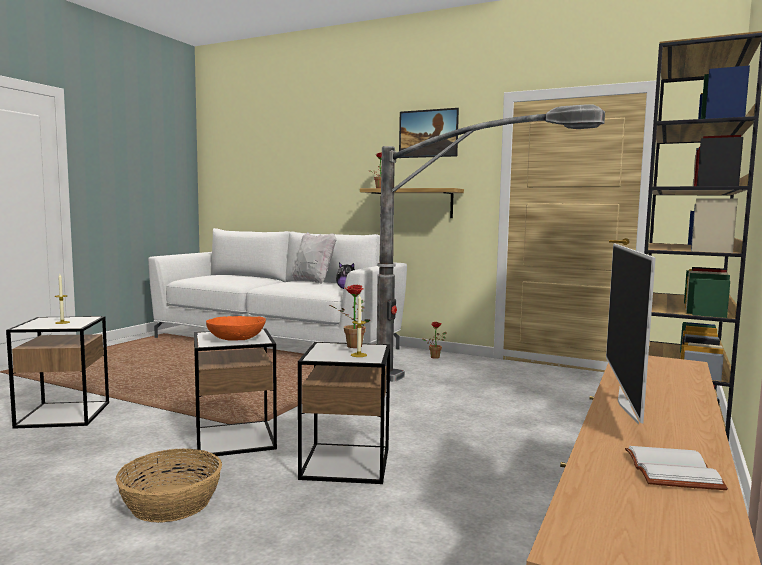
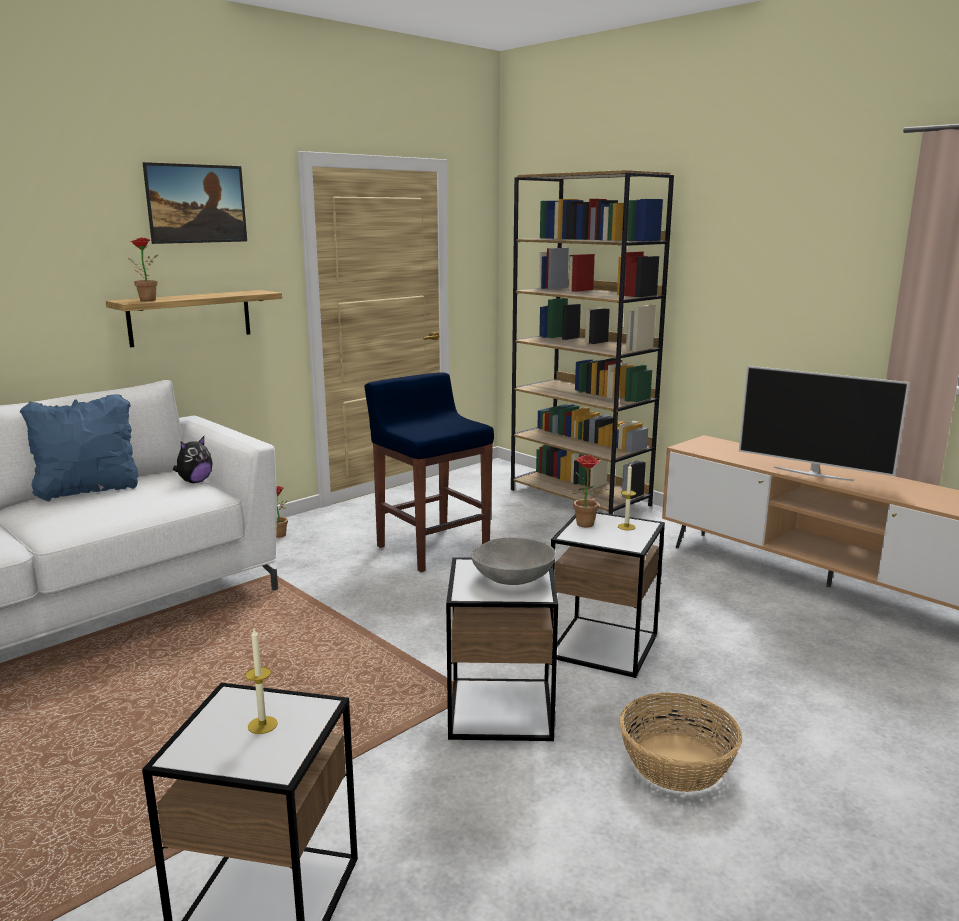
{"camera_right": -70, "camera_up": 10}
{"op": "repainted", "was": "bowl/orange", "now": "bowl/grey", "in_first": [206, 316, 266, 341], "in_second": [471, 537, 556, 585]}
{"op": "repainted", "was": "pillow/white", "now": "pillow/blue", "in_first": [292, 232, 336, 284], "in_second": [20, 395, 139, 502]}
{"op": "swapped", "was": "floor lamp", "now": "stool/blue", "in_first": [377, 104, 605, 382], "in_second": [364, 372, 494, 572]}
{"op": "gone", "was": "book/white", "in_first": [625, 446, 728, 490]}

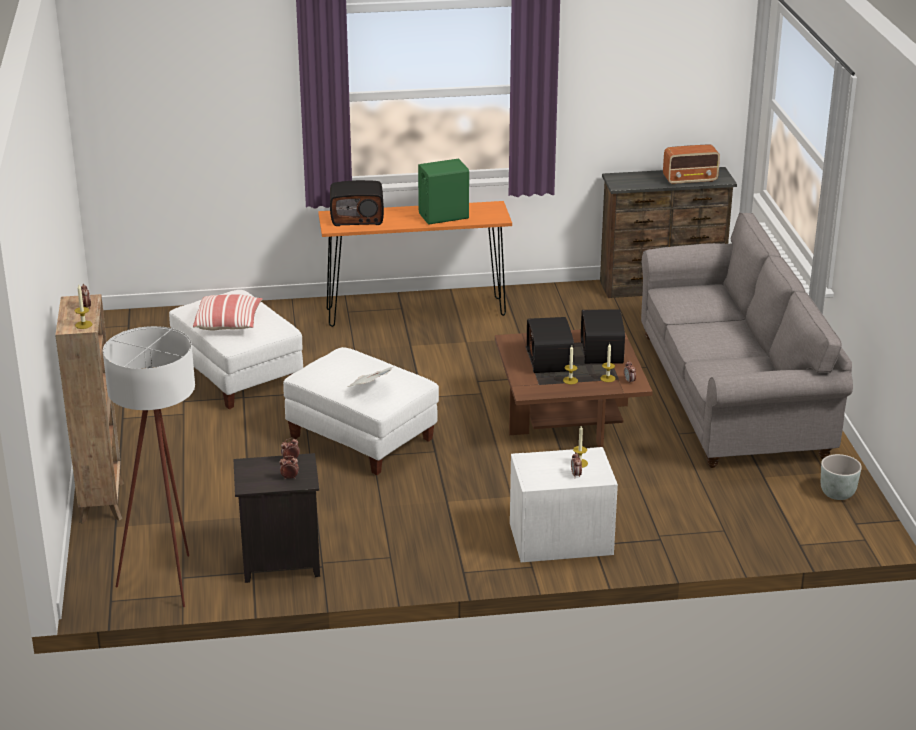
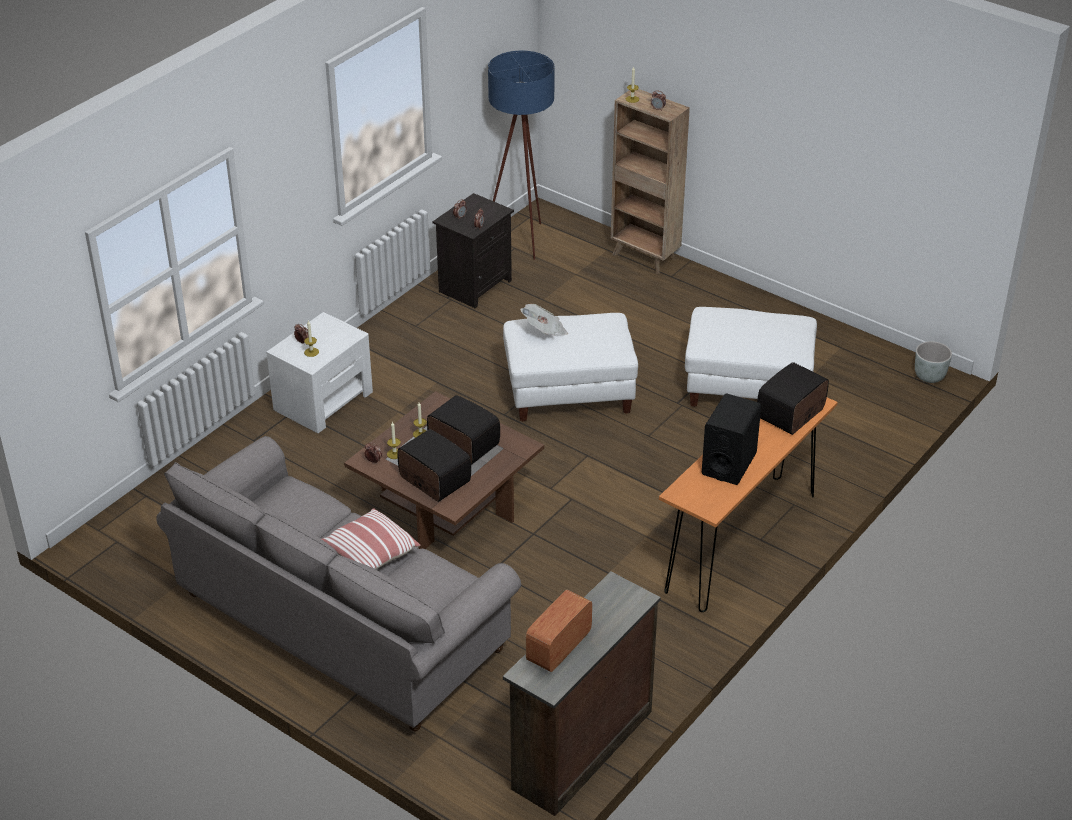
{"camera_right": 135, "camera_up": 10}
{"op": "repainted", "was": "floor lamp/white", "now": "floor lamp/blue", "in_first": [103, 326, 195, 607], "in_second": [488, 50, 555, 260]}
{"op": "shifted", "was": "pillow", "in_first": [193, 294, 263, 331], "in_second": [322, 508, 421, 569]}
{"op": "repainted", "was": "speaker/green", "now": "speaker/black", "in_first": [418, 158, 469, 225], "in_second": [702, 393, 761, 485]}
{"op": "shifted", "was": "planter/grey", "in_first": [821, 454, 862, 500], "in_second": [915, 341, 952, 383]}

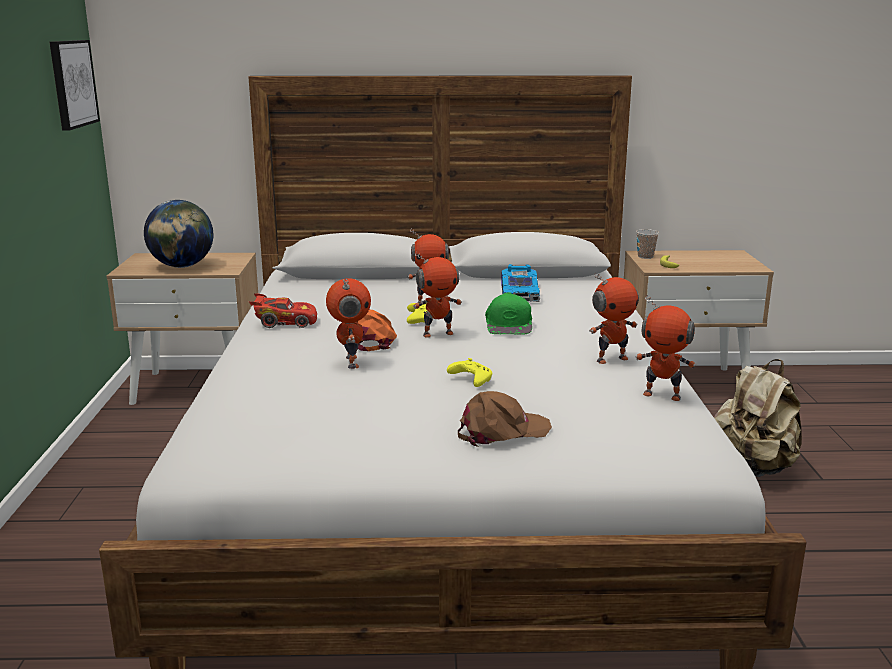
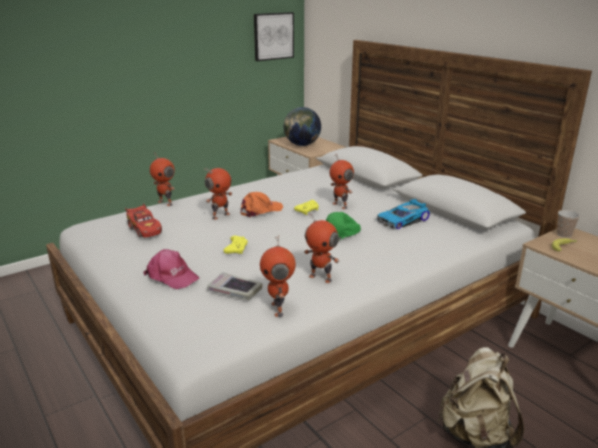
{"camera_right": 55, "camera_up": 5}
{"op": "shifted", "was": "toy car/red", "in_first": [249, 293, 317, 328], "in_second": [125, 204, 162, 238]}
{"op": "shifted", "was": "toy robot", "in_first": [413, 252, 462, 338], "in_second": [150, 153, 175, 206]}
{"op": "repainted", "was": "cap/brown", "now": "cap/pink", "in_first": [458, 391, 552, 447], "in_second": [144, 249, 199, 289]}
{"op": "new", "now": "book", "in_second": [207, 272, 262, 300]}

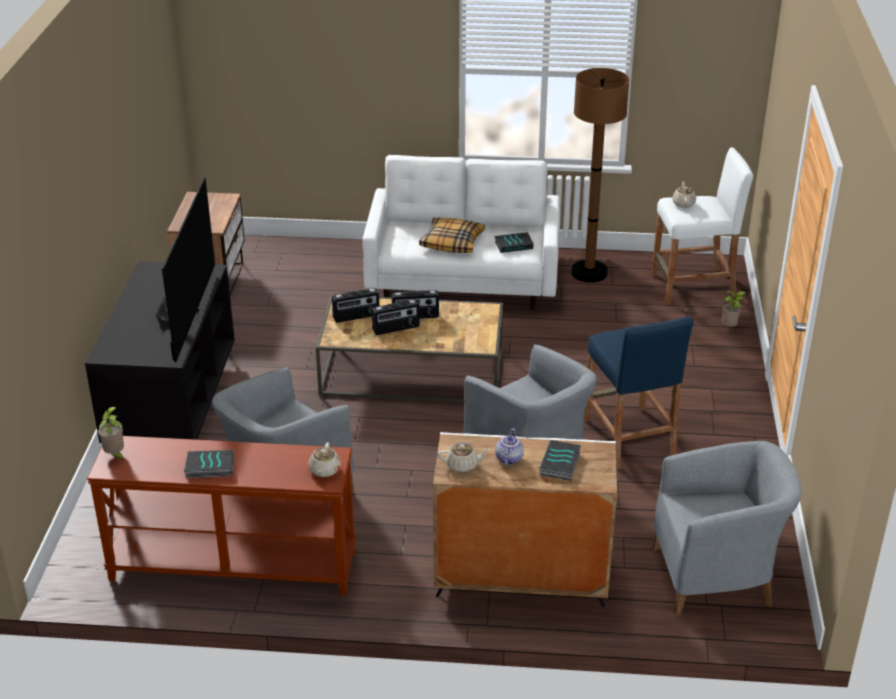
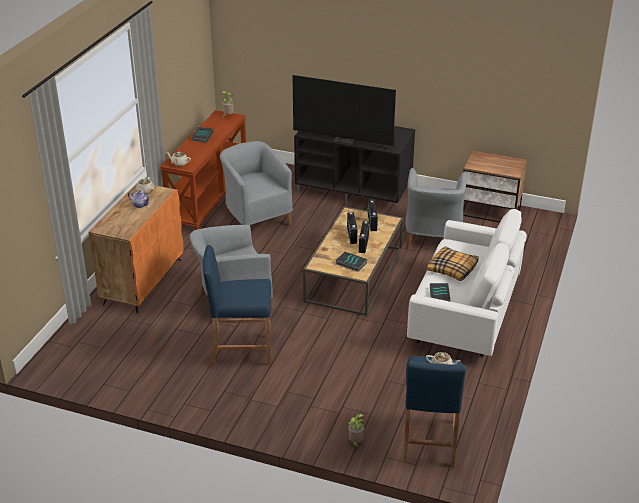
{"camera_right": 105, "camera_up": 0}
{"op": "repainted", "was": "cabinet/white", "now": "cabinet/orange", "in_first": [433, 432, 617, 607], "in_second": [89, 182, 184, 313]}
{"op": "shifted", "was": "book", "in_first": [539, 440, 581, 481], "in_second": [336, 252, 367, 272]}
{"op": "gone", "was": "floor lamp/brown", "in_first": [571, 68, 629, 282]}
{"op": "repainted", "was": "stool/white", "now": "stool/blue", "in_first": [651, 147, 753, 303], "in_second": [403, 356, 467, 468]}
{"op": "shifted", "was": "armchair/grey", "in_first": [653, 441, 802, 615], "in_second": [405, 168, 467, 249]}

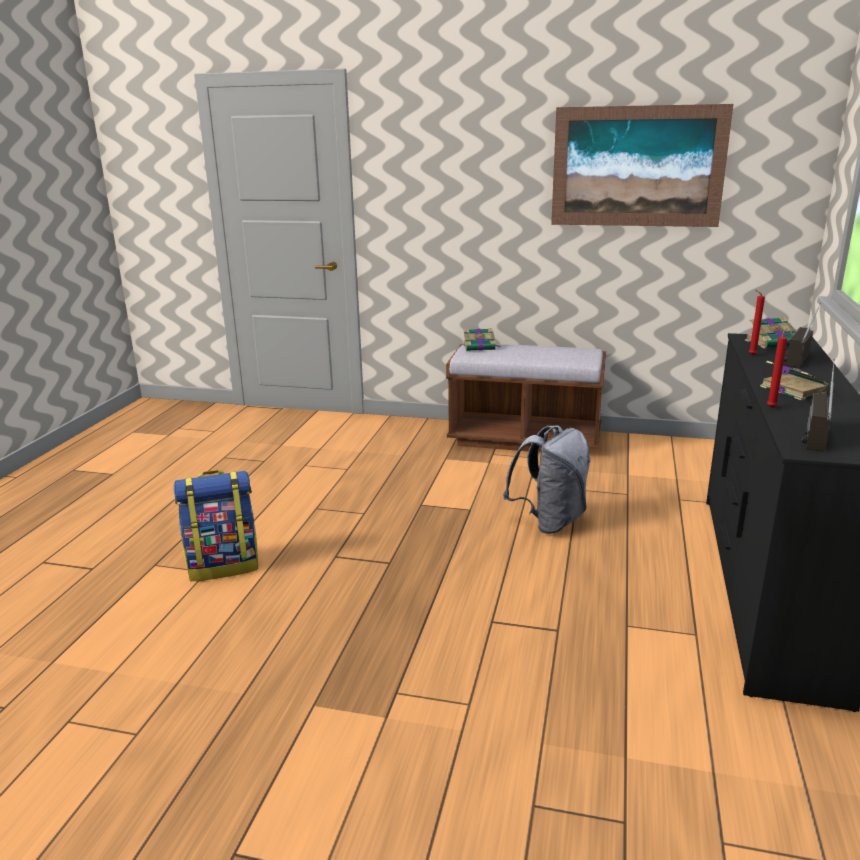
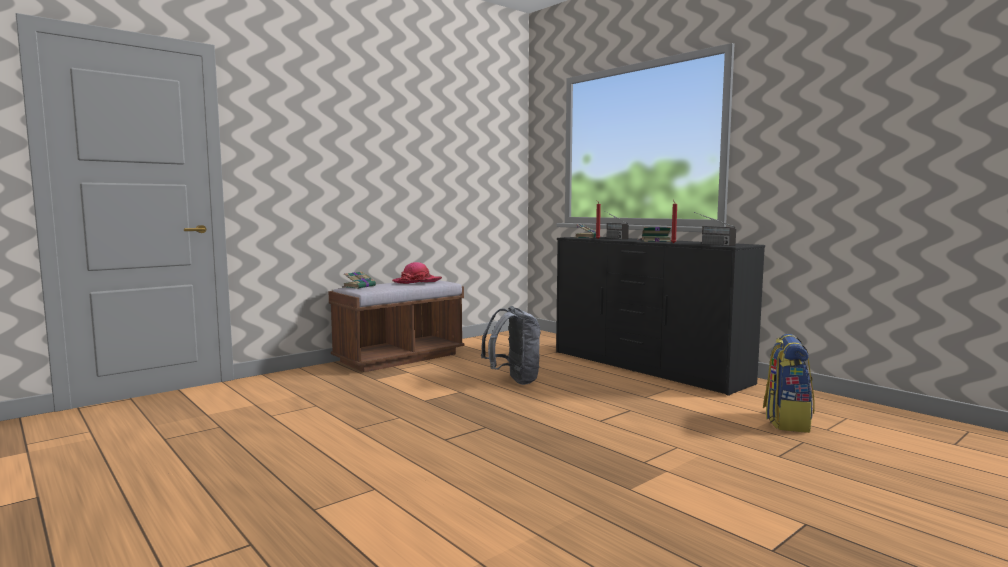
{"camera_right": -55, "camera_up": -15}
{"op": "shifted", "was": "backpack", "in_first": [173, 470, 258, 582], "in_second": [763, 334, 815, 433]}
{"op": "gone", "was": "picture", "in_first": [551, 104, 733, 227]}
{"op": "new", "now": "hat", "in_second": [392, 262, 442, 284]}

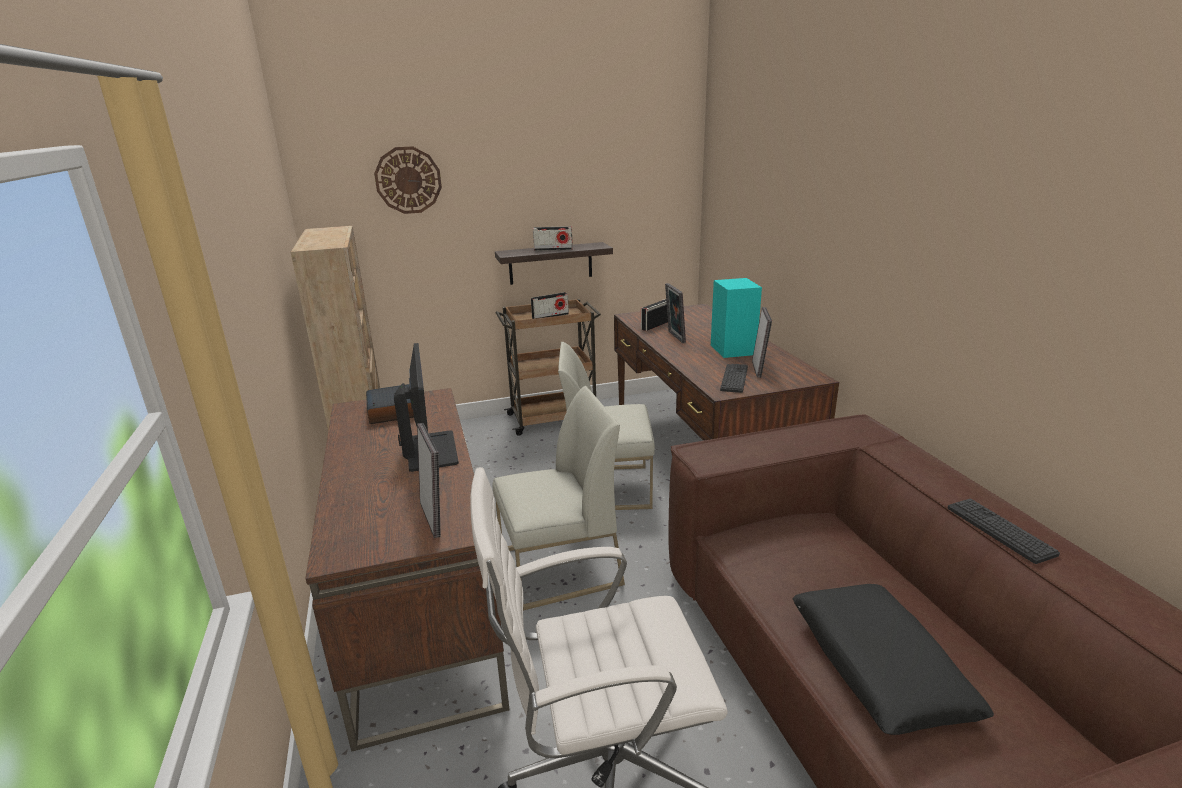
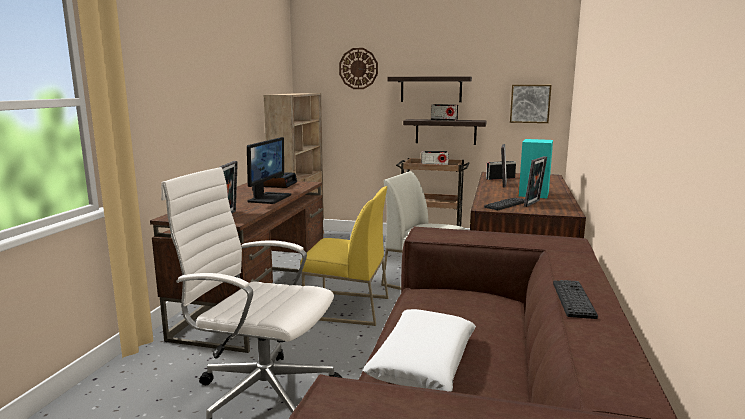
{"camera_right": 30, "camera_up": -10}
{"op": "repainted", "was": "chair/white", "now": "chair/yellow", "in_first": [493, 386, 625, 611], "in_second": [300, 186, 389, 326]}
{"op": "repainted", "was": "pillow/black", "now": "pillow/white", "in_first": [793, 584, 994, 735], "in_second": [363, 309, 476, 392]}
{"op": "new", "now": "shelf", "in_second": [388, 77, 472, 102]}
{"op": "new", "now": "picture", "in_second": [510, 85, 551, 123]}

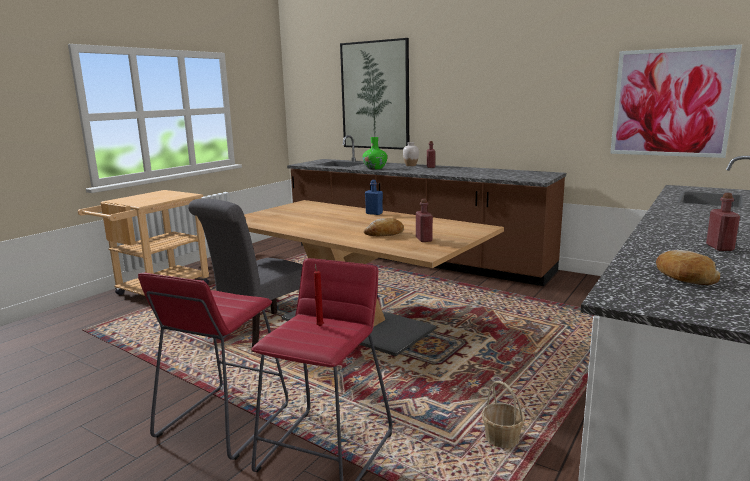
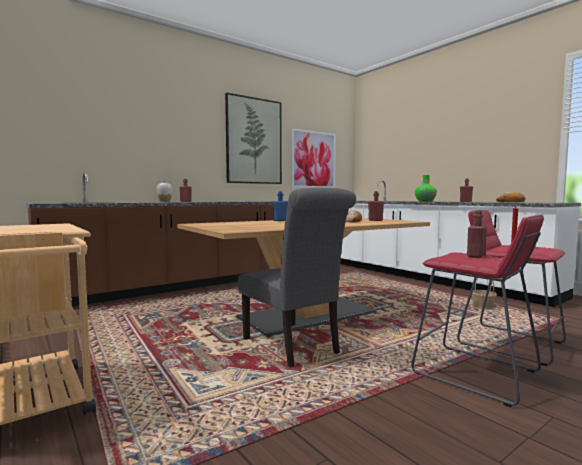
{"camera_right": -70, "camera_up": -10}
{"op": "shifted", "was": "picture", "in_first": [340, 38, 409, 149], "in_second": [225, 93, 282, 184]}
{"op": "shifted", "was": "vase/green", "in_first": [363, 137, 387, 170], "in_second": [415, 175, 437, 202]}
{"op": "new", "now": "bottle/red", "in_second": [467, 210, 487, 258]}

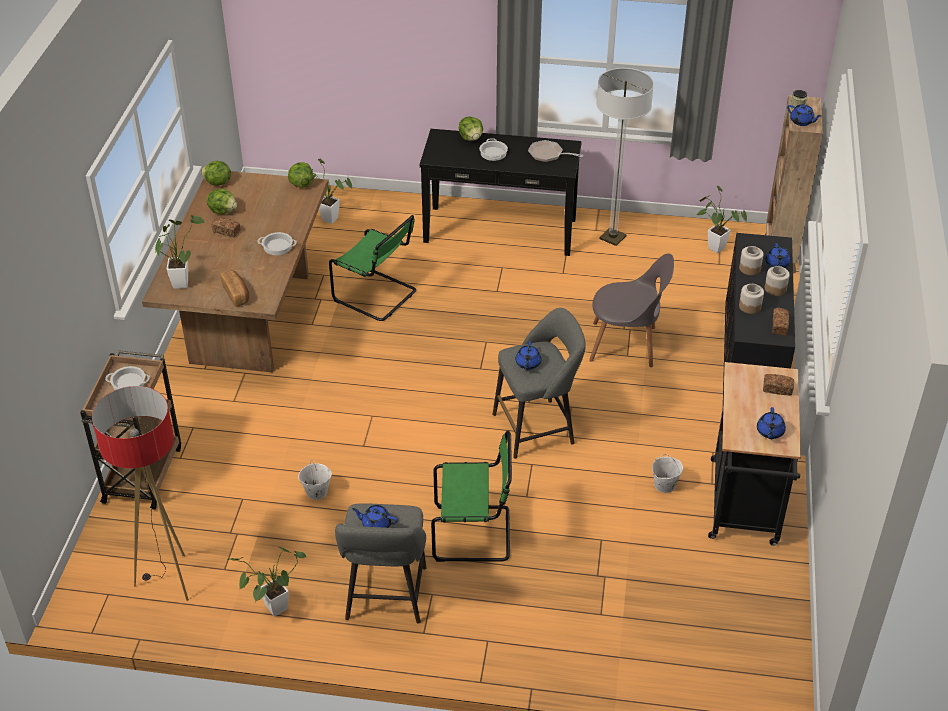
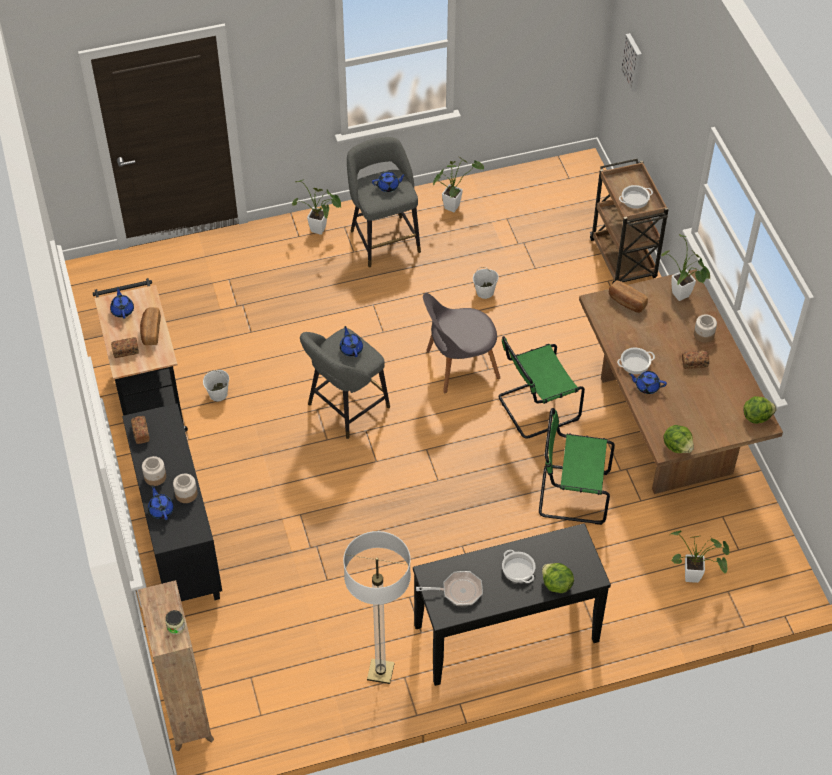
{"camera_right": 155, "camera_up": 10}
{"op": "gone", "was": "floor lamp", "in_first": [92, 386, 189, 601]}
{"op": "gone", "was": "lettuce", "in_first": [207, 189, 237, 214]}
{"op": "shifted", "was": "chair/green", "in_first": [431, 431, 512, 562], "in_second": [498, 336, 585, 439]}
{"op": "shifted", "was": "chair/grey", "in_first": [589, 253, 674, 367], "in_second": [423, 293, 500, 393]}
{"op": "shifted", "was": "potted plant", "in_first": [696, 186, 747, 253], "in_second": [292, 179, 341, 235]}
{"op": "shifted", "was": "jar", "in_first": [739, 284, 764, 314], "in_second": [694, 314, 717, 342]}
{"op": "shifted", "was": "teapot/blue", "in_first": [787, 105, 821, 126], "in_second": [629, 371, 667, 394]}
{"op": "new", "now": "bread", "in_second": [140, 307, 161, 345]}
{"op": "new", "now": "picture", "in_second": [621, 33, 642, 92]}

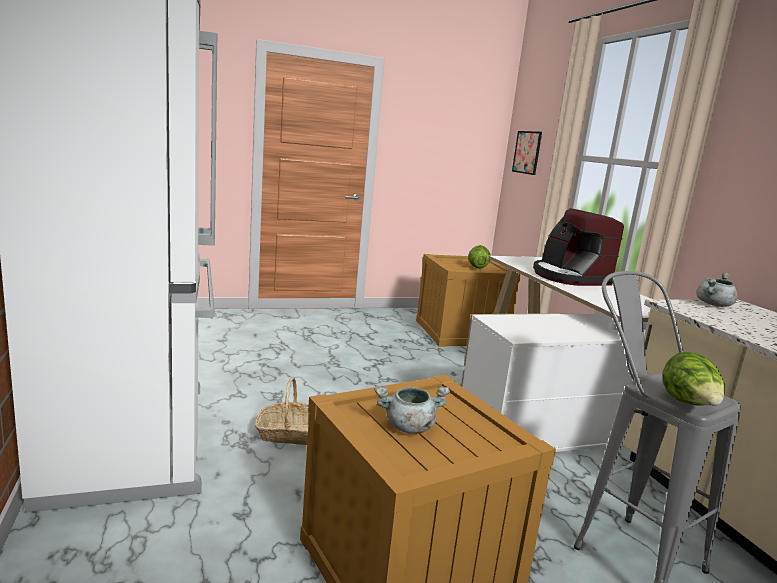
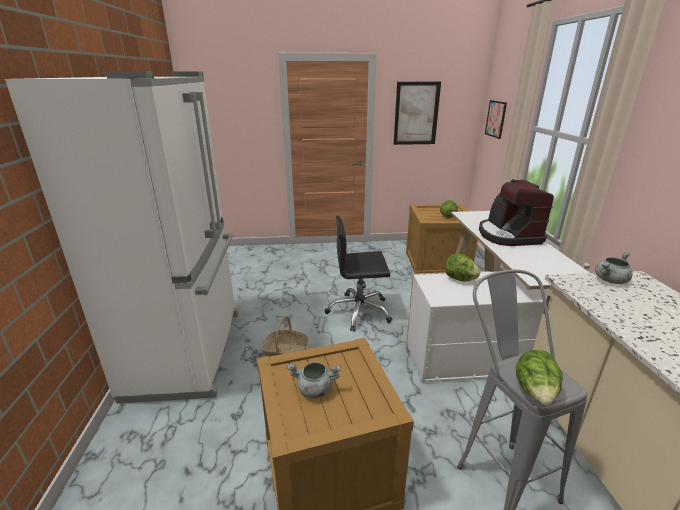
{"camera_right": 15, "camera_up": 10}
{"op": "new", "now": "office chair/black", "in_second": [325, 216, 392, 332]}
{"op": "new", "now": "picture", "in_second": [394, 82, 441, 145]}
{"op": "new", "now": "lettuce", "in_second": [445, 254, 480, 281]}

